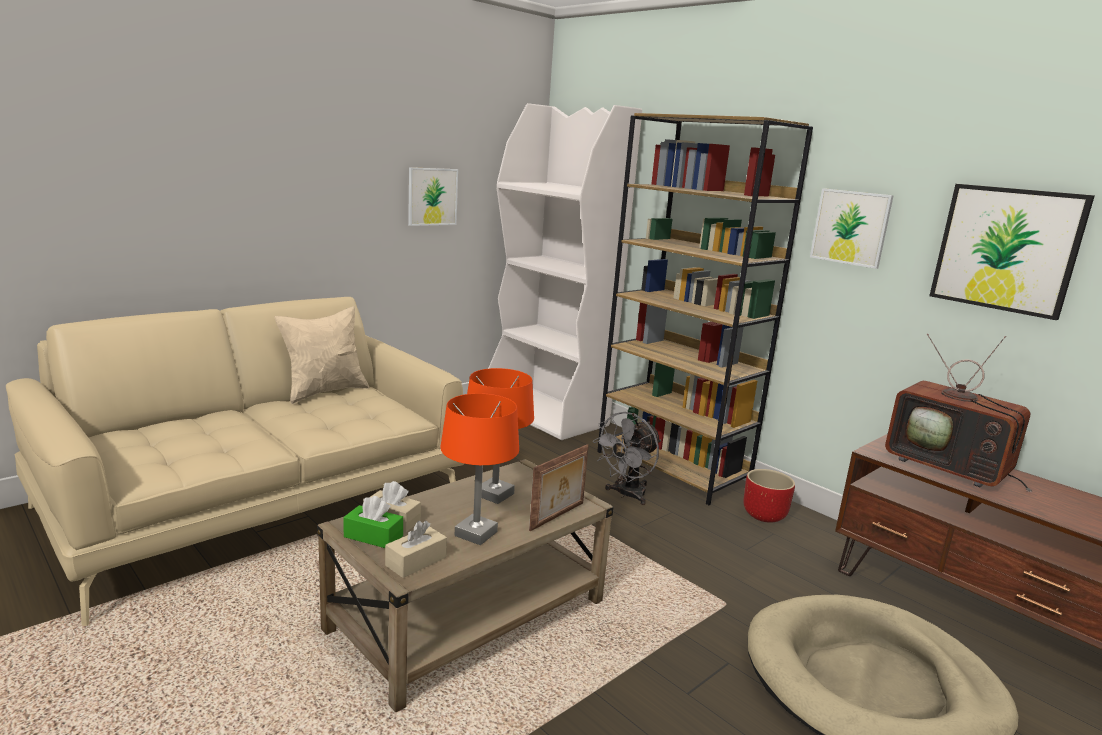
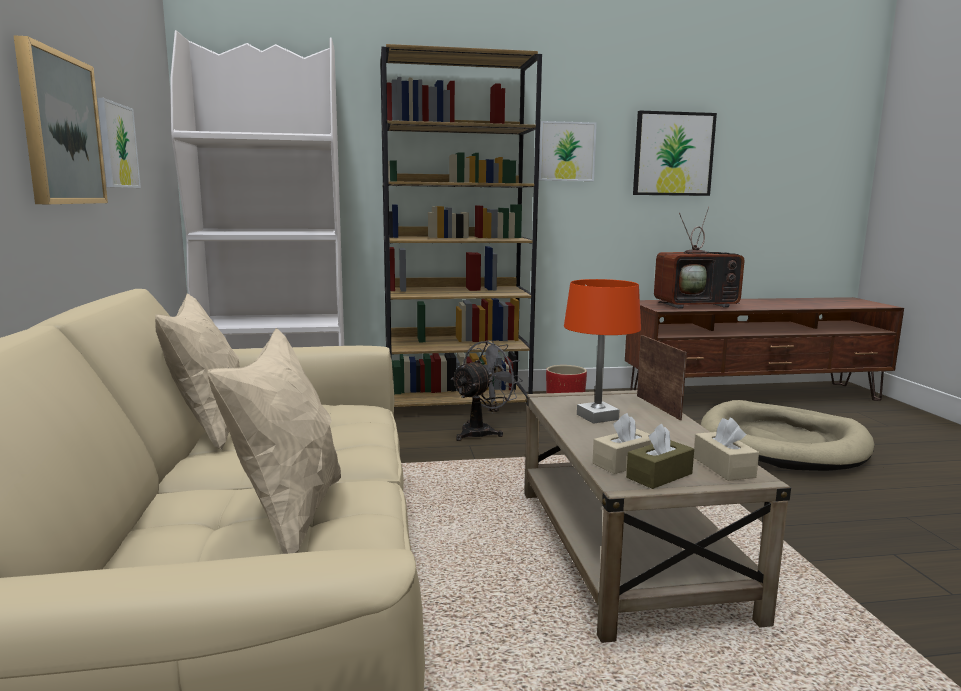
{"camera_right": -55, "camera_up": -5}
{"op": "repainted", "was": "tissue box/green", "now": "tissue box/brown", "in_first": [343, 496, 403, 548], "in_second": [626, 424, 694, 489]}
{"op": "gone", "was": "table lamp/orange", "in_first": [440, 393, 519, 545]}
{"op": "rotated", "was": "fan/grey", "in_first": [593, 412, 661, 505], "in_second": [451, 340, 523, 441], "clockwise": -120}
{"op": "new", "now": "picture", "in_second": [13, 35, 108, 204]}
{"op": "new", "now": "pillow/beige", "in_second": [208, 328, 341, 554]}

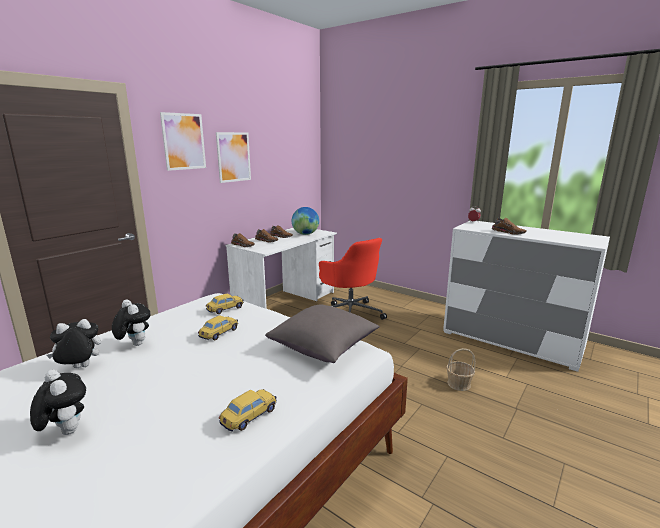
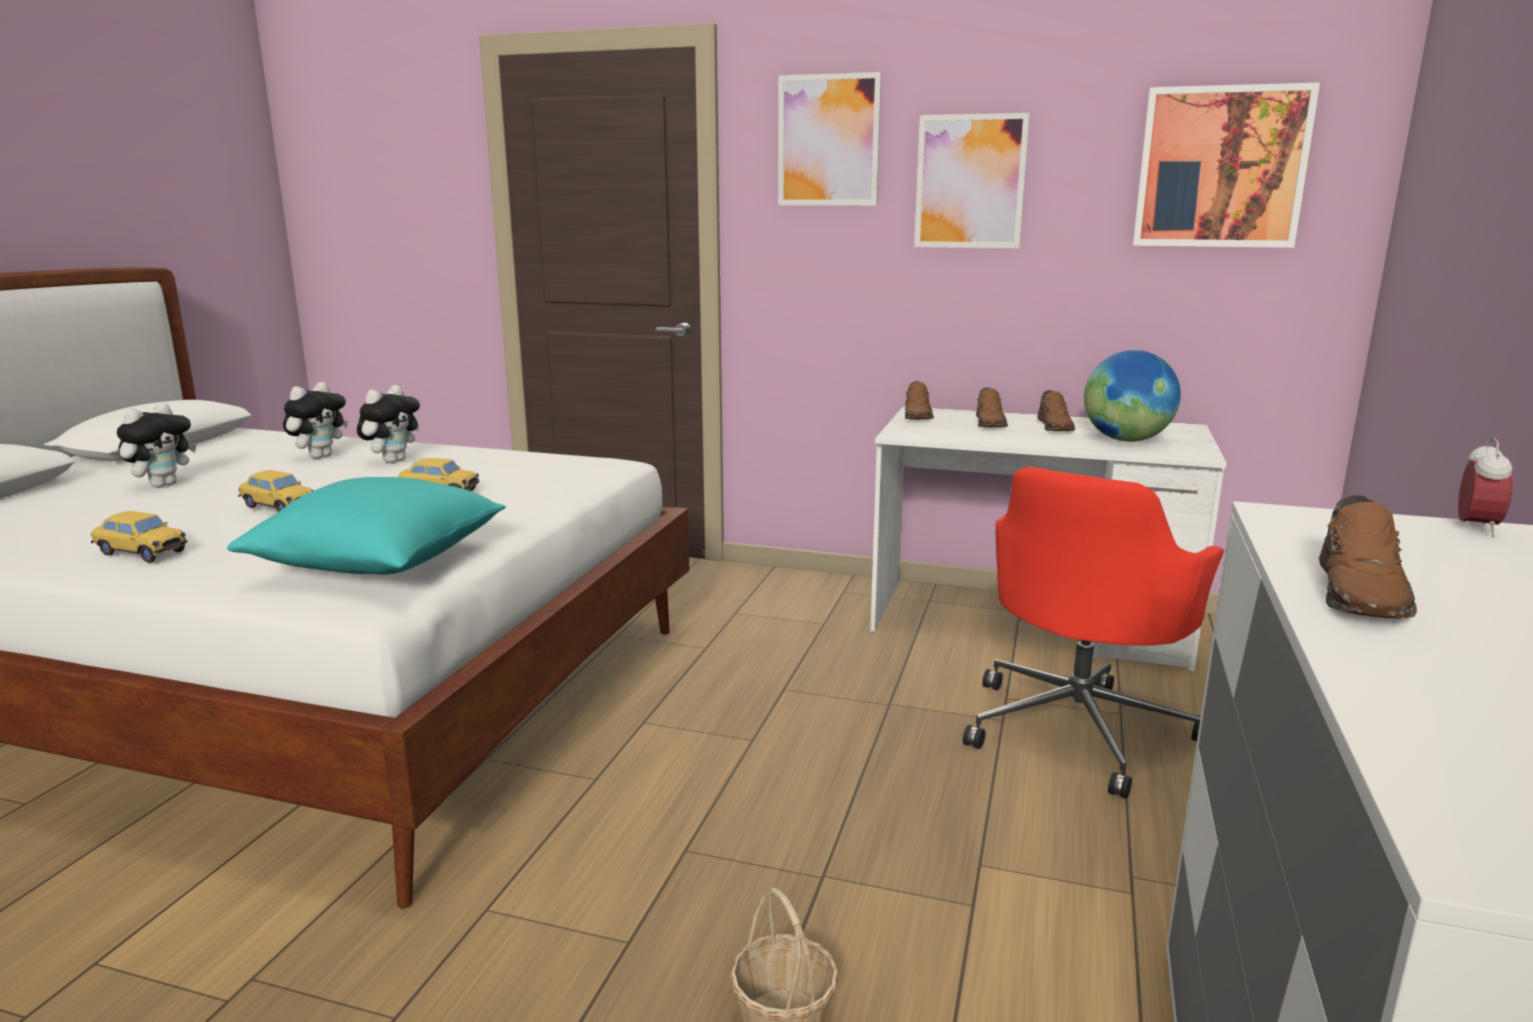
{"camera_right": 70, "camera_up": 0}
{"op": "rotated", "was": "plush toy", "in_first": [47, 319, 101, 368], "in_second": [283, 382, 348, 459], "clockwise": 75}
{"op": "shifted", "was": "toy car", "in_first": [206, 293, 244, 314], "in_second": [238, 470, 313, 512]}
{"op": "repainted", "was": "pillow/grey", "now": "pillow/turquoise", "in_first": [265, 304, 380, 363], "in_second": [227, 477, 506, 575]}
{"op": "new", "now": "picture", "in_second": [1133, 82, 1320, 248]}

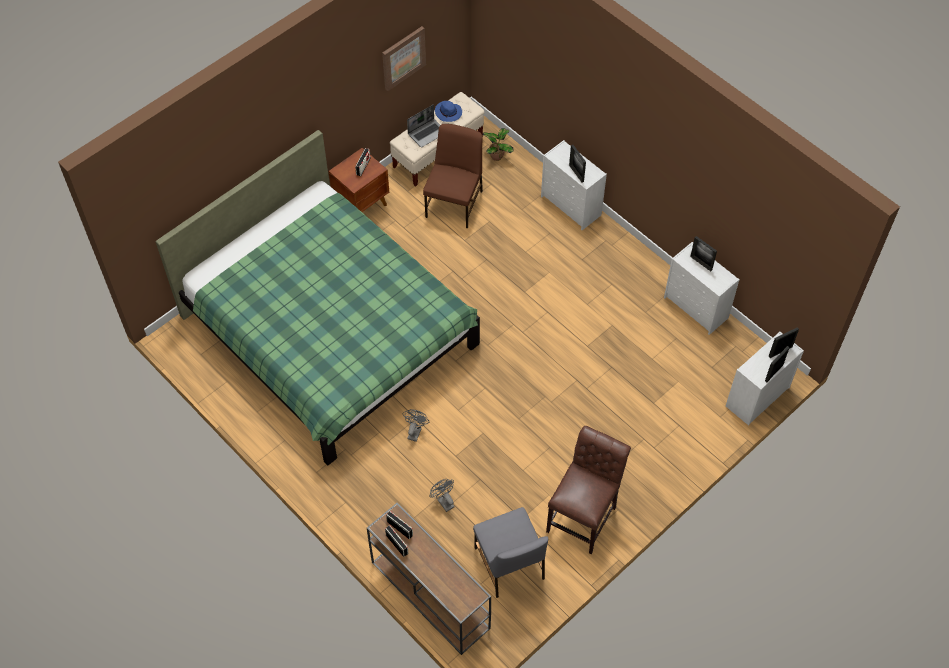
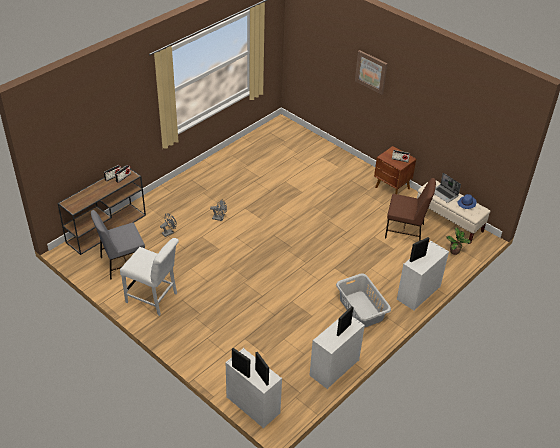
{"camera_right": 85, "camera_up": -15}
{"op": "gone", "was": "bed/green", "in_first": [156, 130, 480, 466]}
{"op": "shifted", "was": "picture", "in_first": [382, 26, 426, 91], "in_second": [355, 50, 388, 95]}
{"op": "repainted", "was": "chair/brown", "now": "chair/white", "in_first": [546, 426, 631, 554], "in_second": [120, 238, 179, 316]}
{"op": "new", "now": "laundry basket/grey", "in_second": [336, 273, 391, 328]}

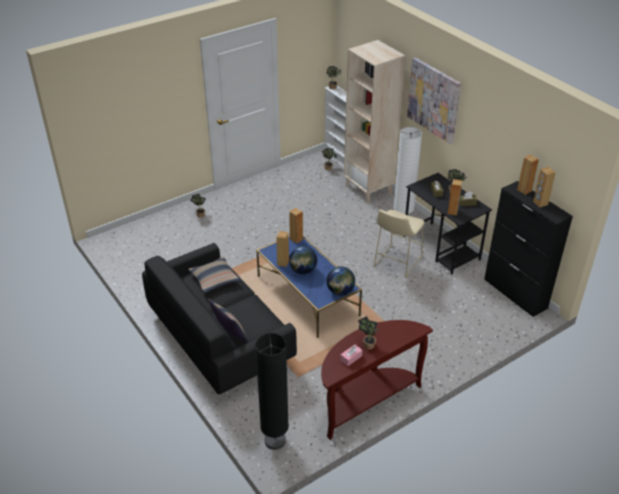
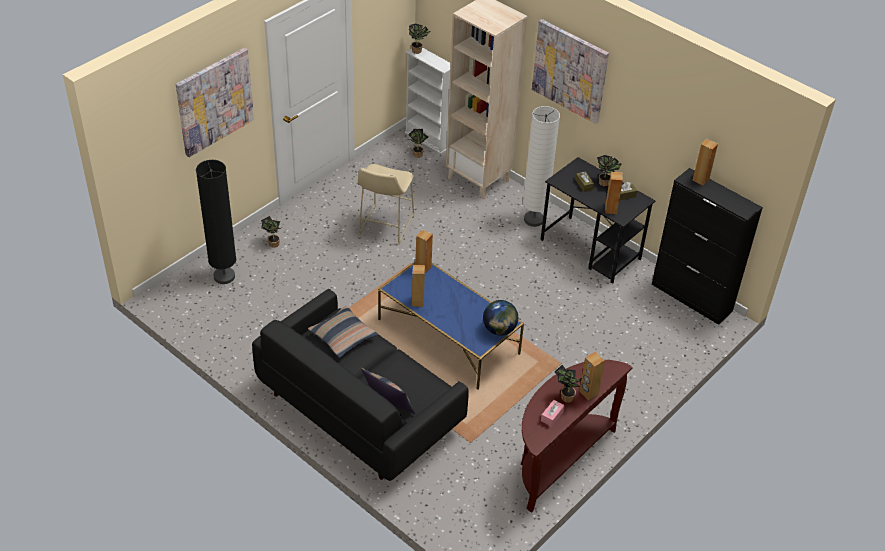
{"camera_right": -15, "camera_up": 5}
{"op": "shifted", "was": "floor lamp/black", "in_first": [255, 333, 289, 450], "in_second": [196, 160, 236, 284]}
{"op": "gone", "was": "globe", "in_first": [289, 246, 317, 274]}
{"op": "shifted", "was": "stool/beige", "in_first": [373, 209, 425, 278], "in_second": [358, 164, 414, 244]}
{"op": "shifted", "was": "speaker/brown", "in_first": [533, 167, 556, 208], "in_second": [579, 352, 605, 400]}
{"op": "new", "now": "picture", "in_second": [176, 48, 254, 157]}

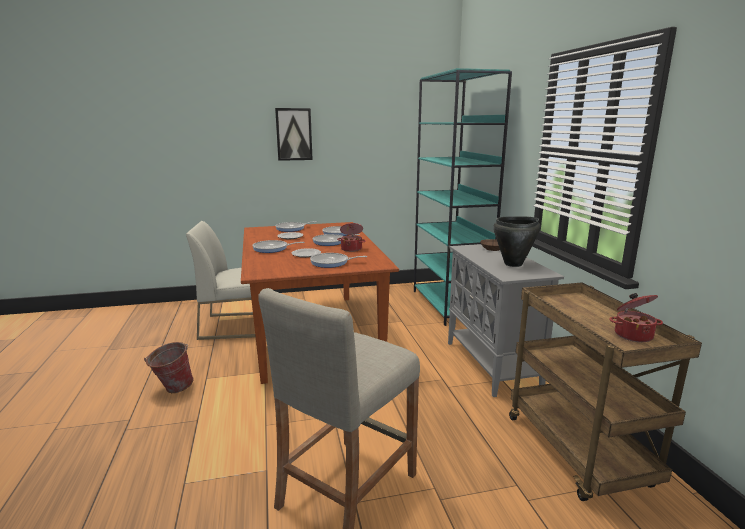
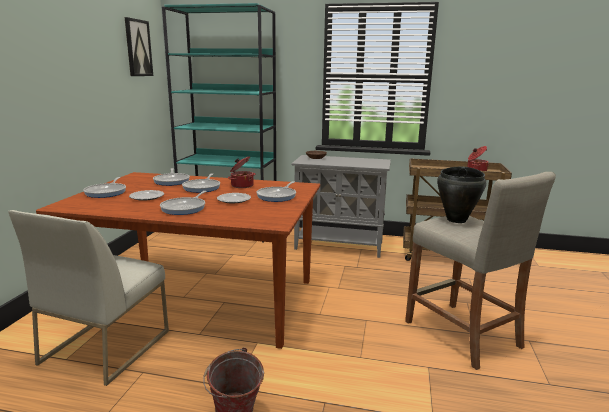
{"camera_right": -65, "camera_up": 0}
{"op": "shifted", "was": "picture", "in_first": [275, 108, 313, 161], "in_second": [125, 17, 153, 76]}
{"op": "shifted", "was": "cooking pot/black", "in_first": [493, 217, 541, 267], "in_second": [437, 167, 486, 223]}

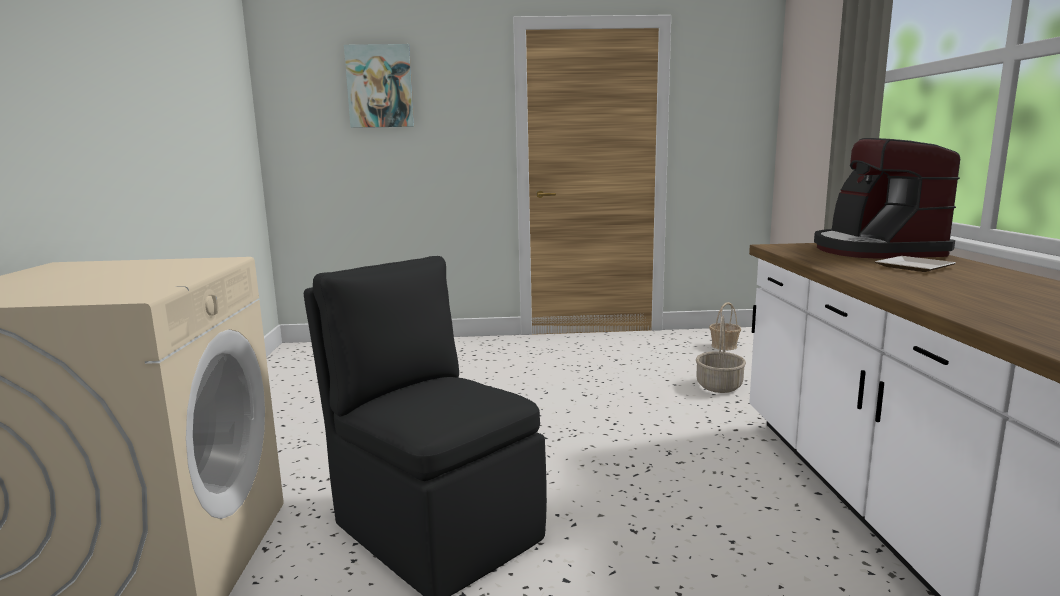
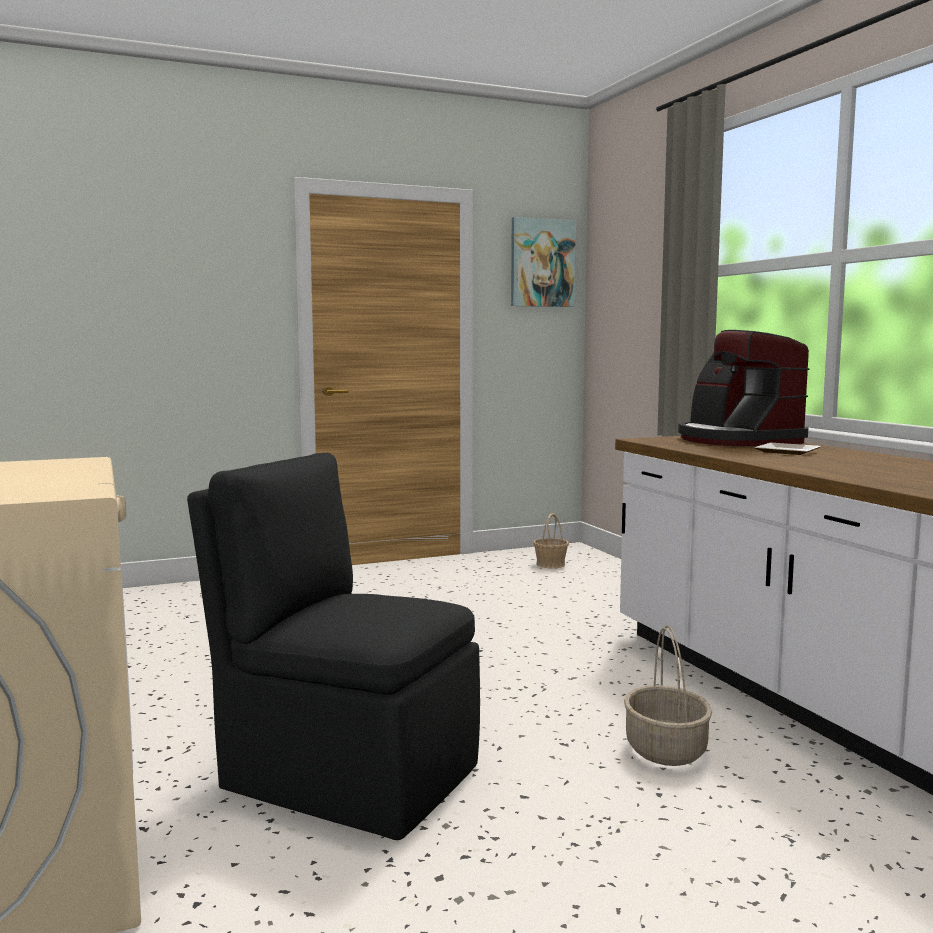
{"camera_right": -20, "camera_up": -5}
{"op": "shifted", "was": "picture", "in_first": [344, 44, 414, 128], "in_second": [511, 217, 576, 307]}
{"op": "shifted", "was": "basket", "in_first": [696, 316, 746, 393], "in_second": [624, 625, 712, 766]}

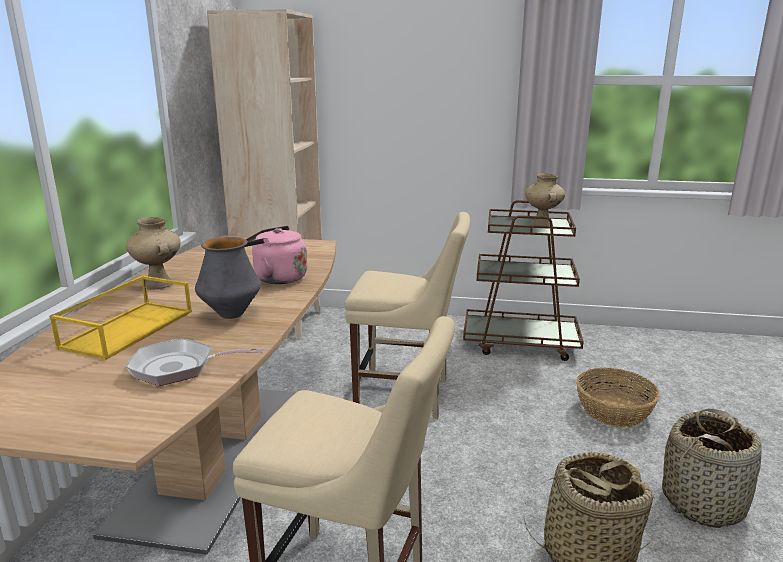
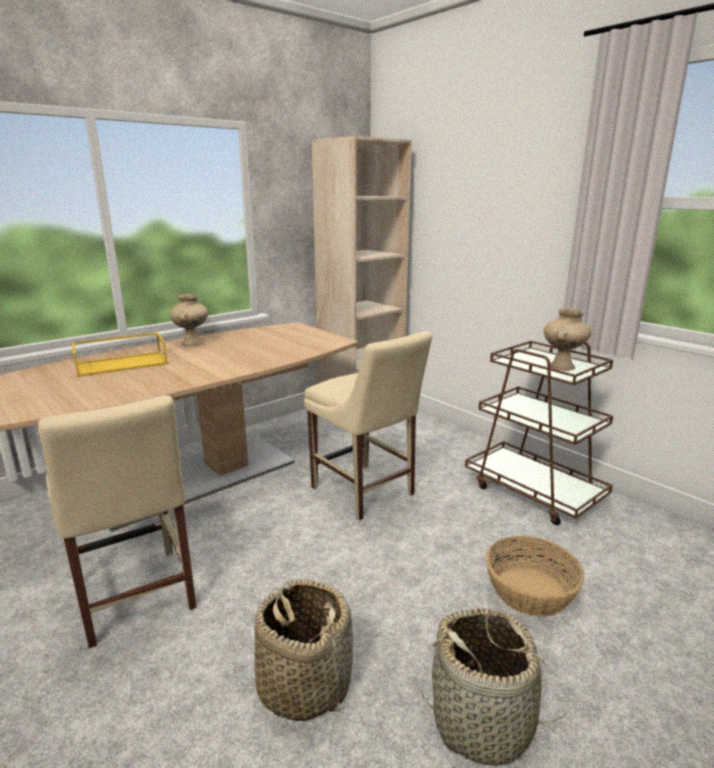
{"camera_right": 40, "camera_up": 0}
{"op": "gone", "was": "frying pan", "in_first": [125, 338, 264, 386]}
{"op": "gone", "was": "vase", "in_first": [195, 237, 261, 319]}
{"op": "gone", "was": "kettle/pink", "in_first": [244, 226, 307, 284]}

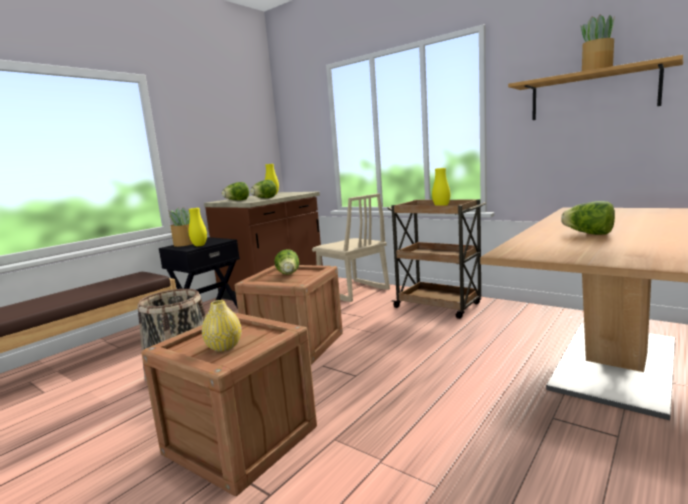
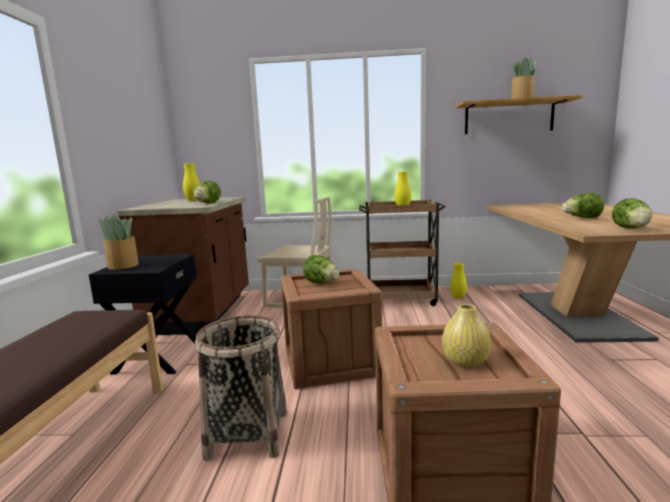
{"camera_right": -35, "camera_up": 0}
{"op": "shifted", "was": "vase/yellow", "in_first": [189, 208, 207, 246], "in_second": [450, 263, 467, 298]}
{"op": "shifted", "was": "lettuce", "in_first": [222, 182, 249, 201], "in_second": [612, 198, 652, 229]}

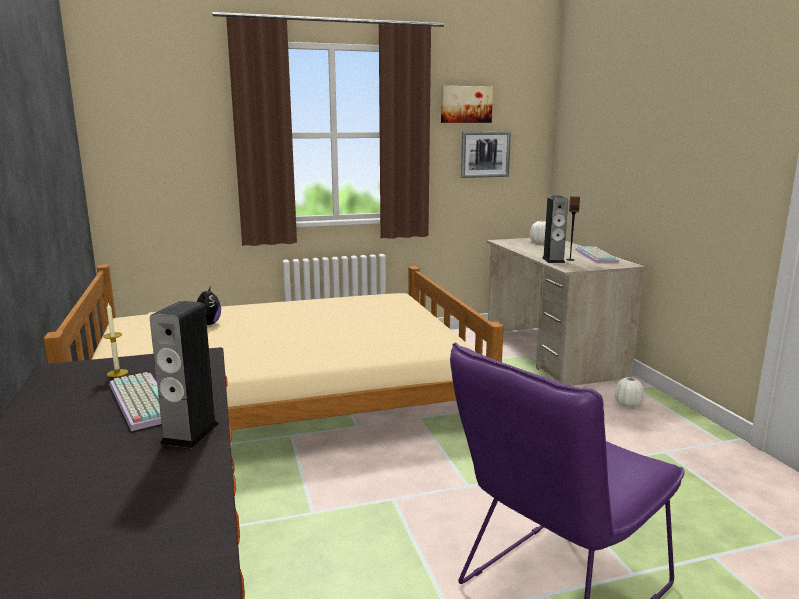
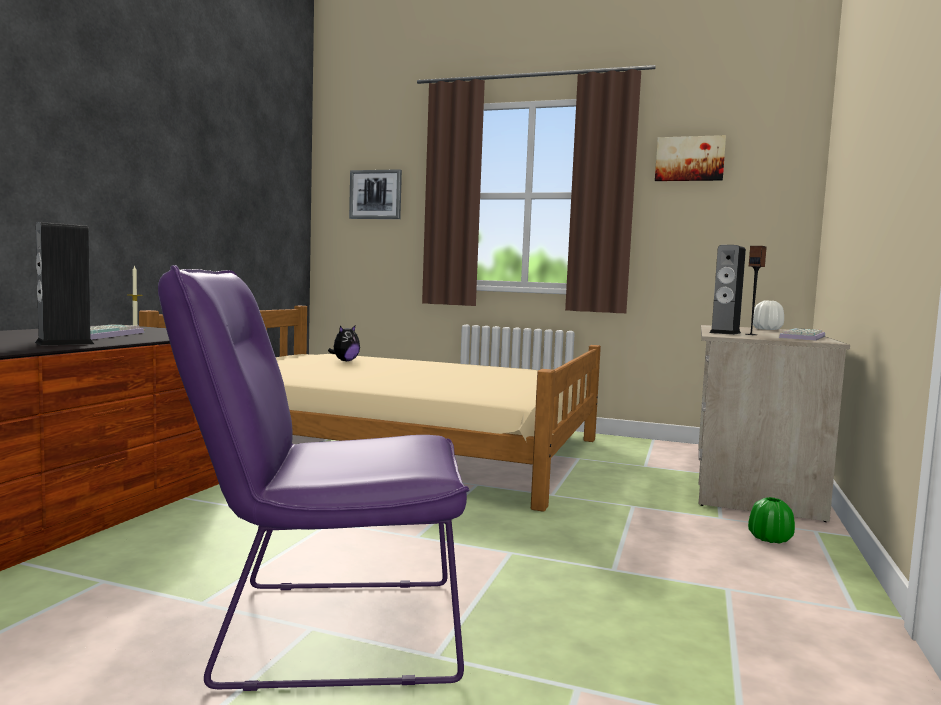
{"camera_right": 35, "camera_up": -10}
{"op": "shifted", "was": "picture", "in_first": [461, 132, 511, 178], "in_second": [349, 169, 402, 219]}
{"op": "repainted", "was": "vase/white", "now": "vase/green", "in_first": [614, 377, 644, 407], "in_second": [748, 497, 795, 543]}

